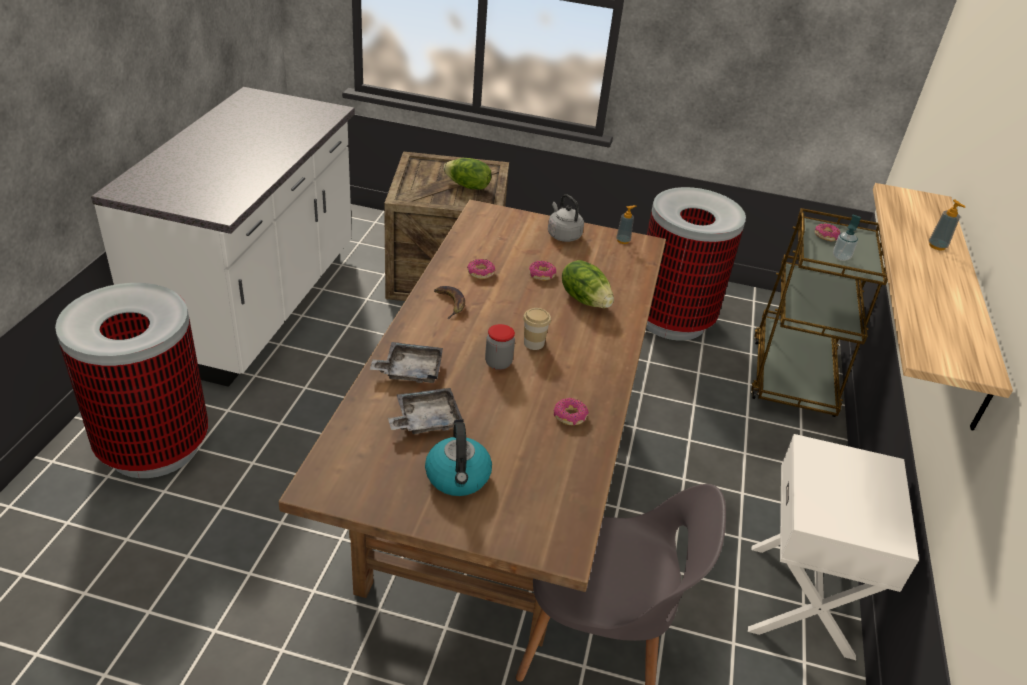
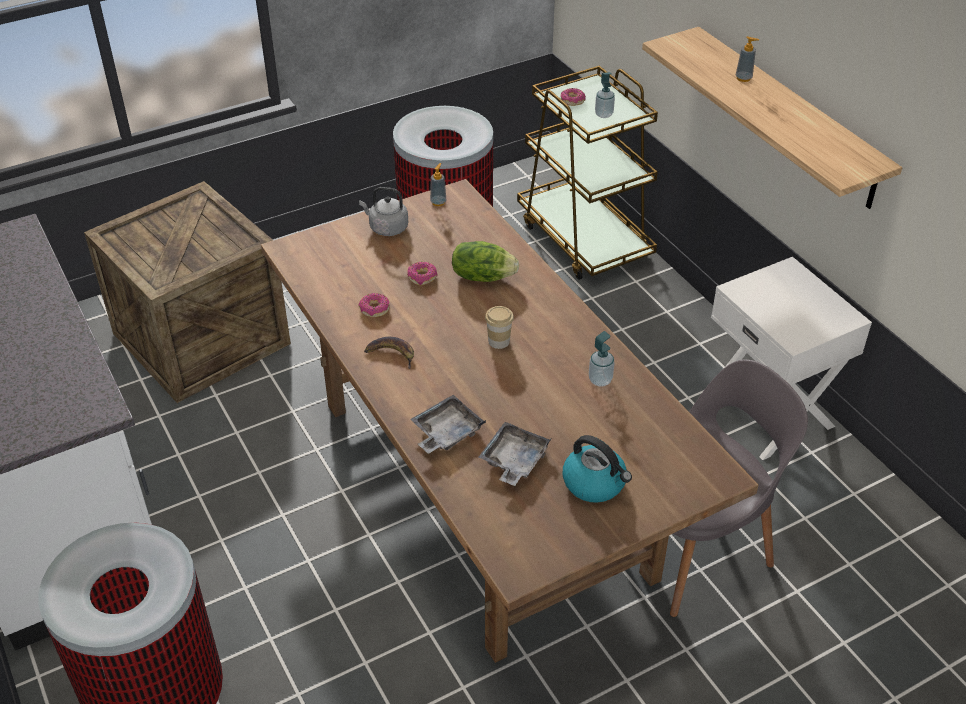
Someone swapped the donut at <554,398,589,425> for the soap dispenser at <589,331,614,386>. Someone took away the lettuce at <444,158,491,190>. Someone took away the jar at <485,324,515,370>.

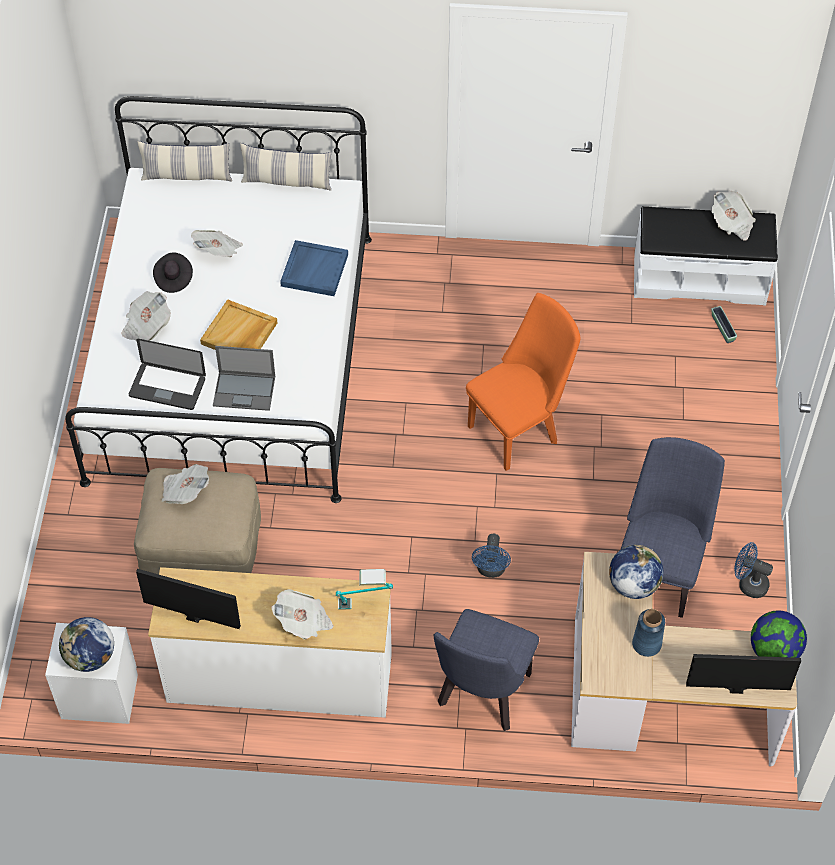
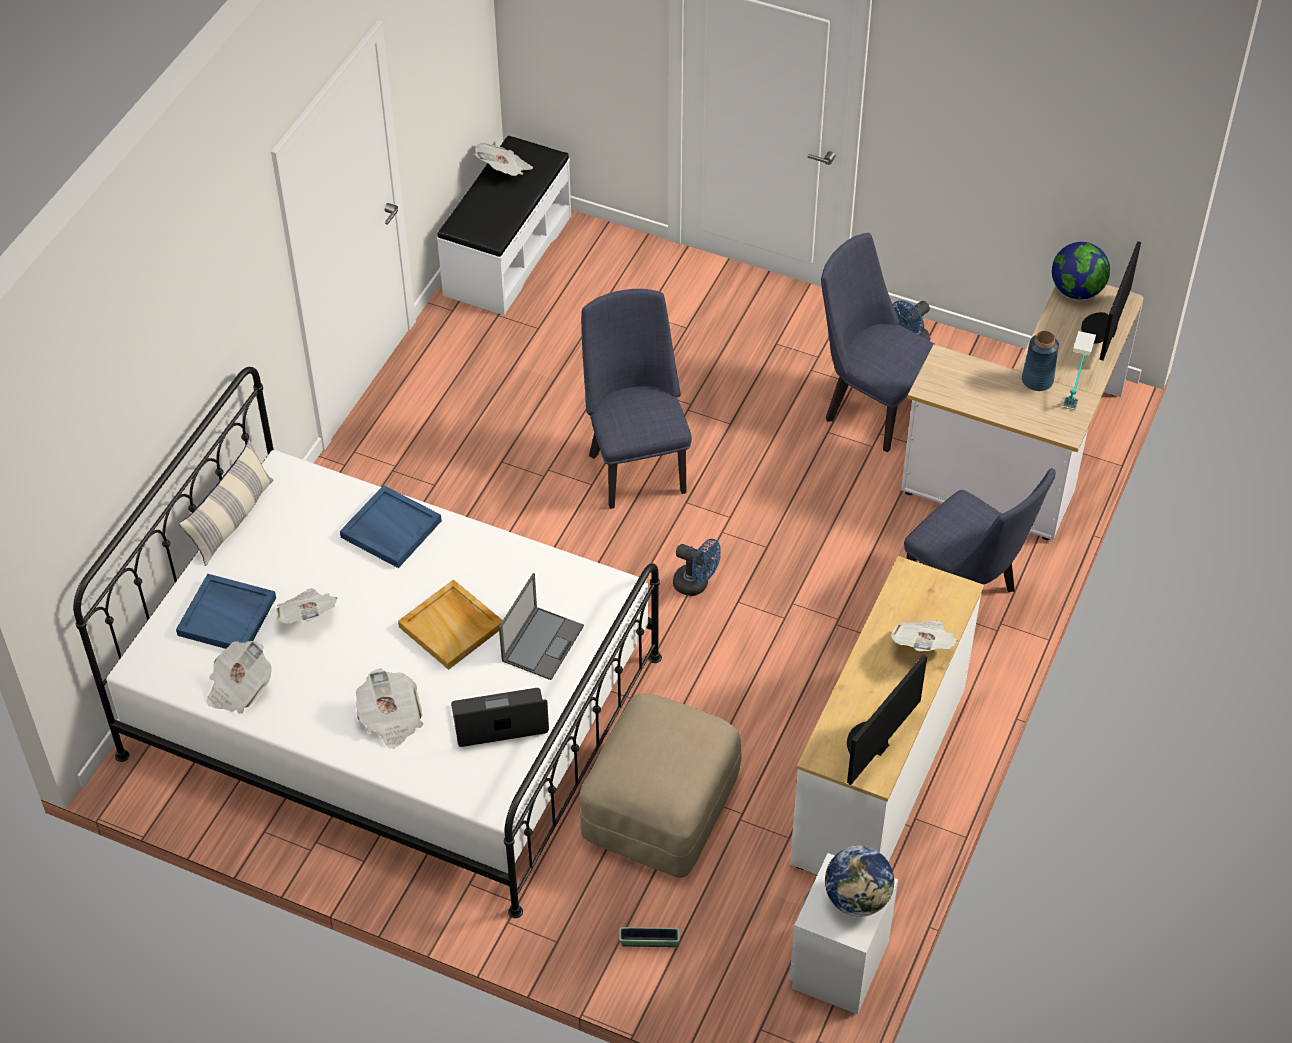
Someone put down the blue tray at <176,574,276,649>. Someone carried the newspaper from <162,464,209,504> to <206,641,271,714>. Someone rotated the laptop at <129,339,206,410> by 135 degrees counterclockwise. Someone repainted the orange chair at <466,293,581,471>, which became the blue chair at <581,289,692,509>. Someone carried the planter from <711,306,737,343> to <619,927,680,947>. Someone carried the blue fan from <472,533,511,578> to <673,539,721,596>. Someone carried the table lamp from <336,569,393,610> to <1063,331,1096,410>. Someone took away the pillow at <138,141,232,181>. Someone took away the black hat at <153,252,193,293>. Someone took away the globe at <609,545,663,599>.

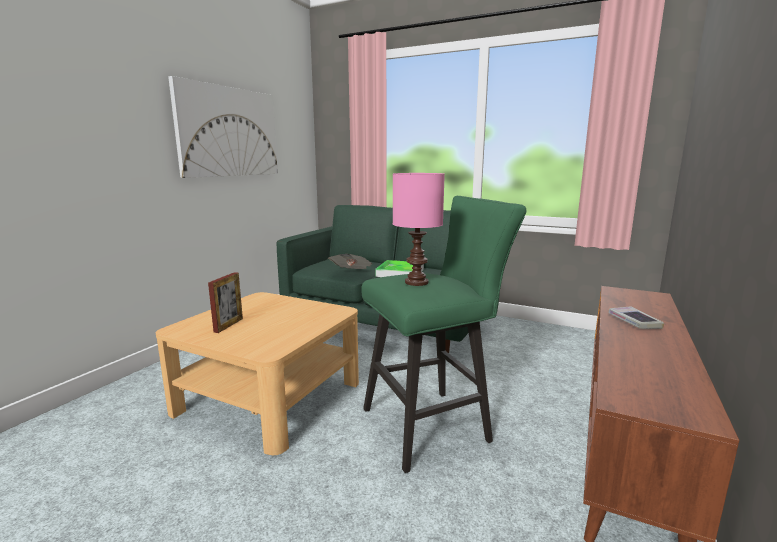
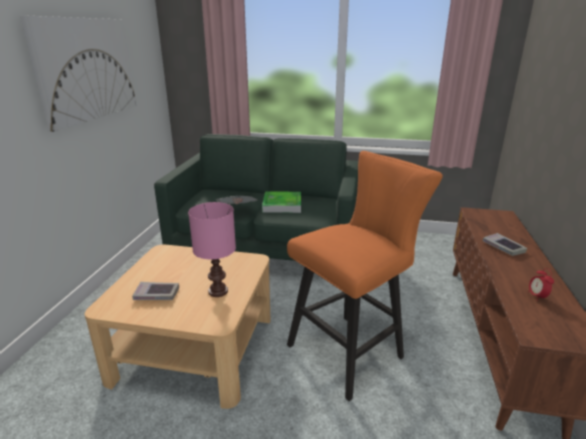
Someone swapped the picture frame at <208,272,243,333> for the book at <132,282,179,300>. Someone carried the pink table lamp from <393,173,445,286> to <188,202,236,297>. Someone repainted the green stool at <361,196,527,473>, which became the orange stool at <287,151,443,401>. Someone put down the alarm clock at <528,268,554,301>.

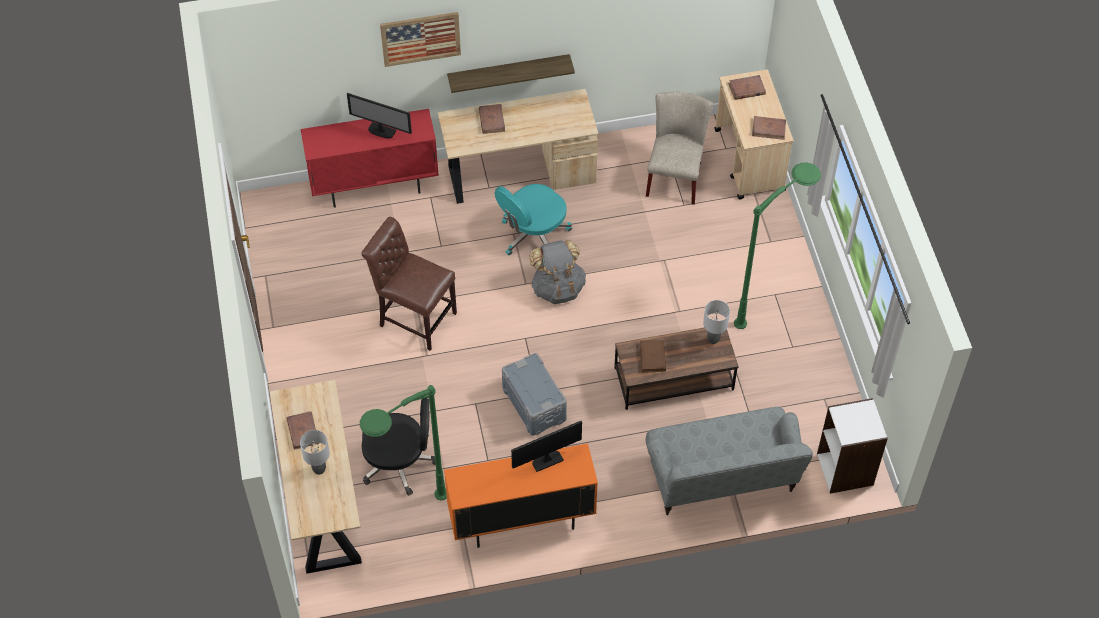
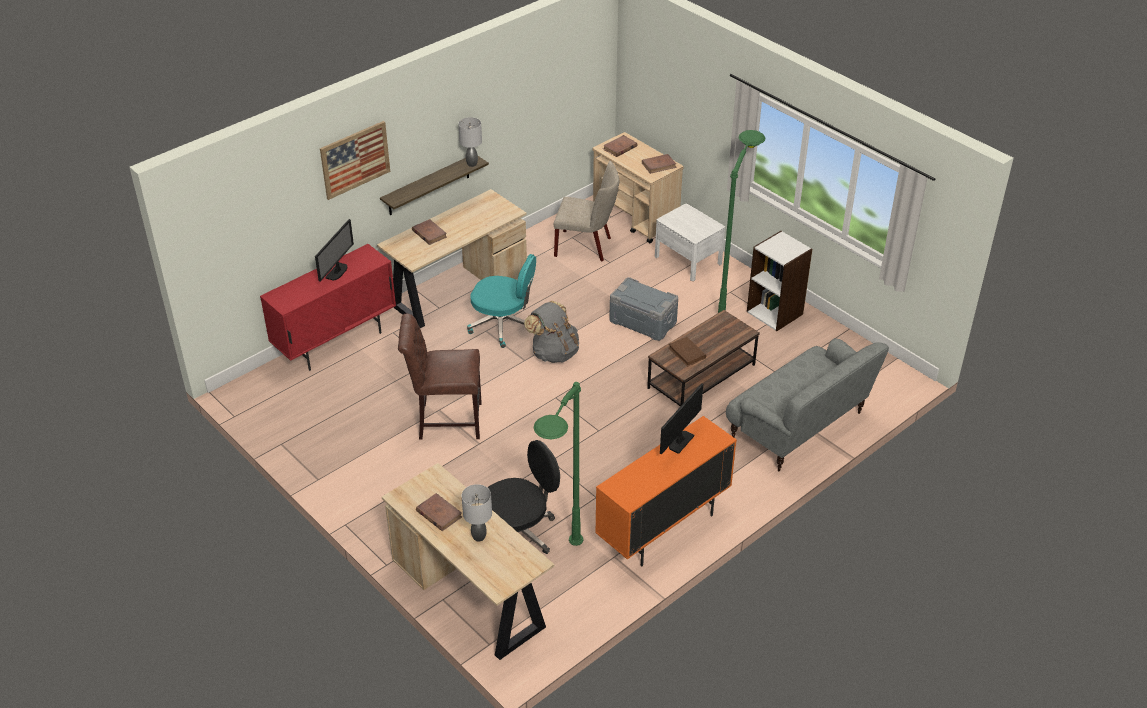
Someone rotated the monitor at <347,93,412,138> by 60 degrees counterclockwise. Someone carried the grey table lamp from <703,300,730,344> to <458,117,482,167>. Someone rotated the turquoise office chair at <495,184,572,255> by 90 degrees counterclockwise. Someone rotated the beige chair at <646,92,713,205> by 120 degrees clockwise. Someone carried the grey storage box from <502,353,567,436> to <609,277,678,341>. Someone put down the white nightstand at <655,203,725,281>. Someone carried the white bookcase from <817,398,888,494> to <747,231,812,331>.

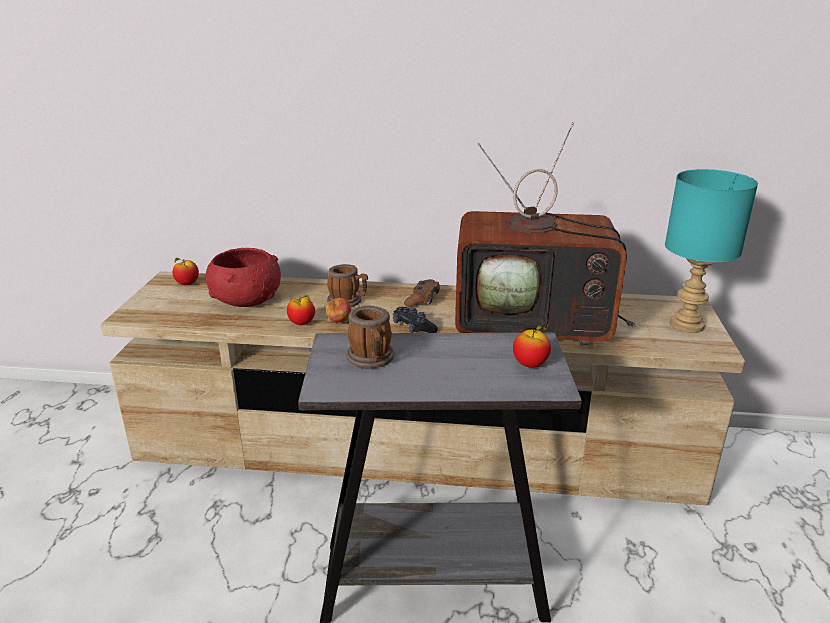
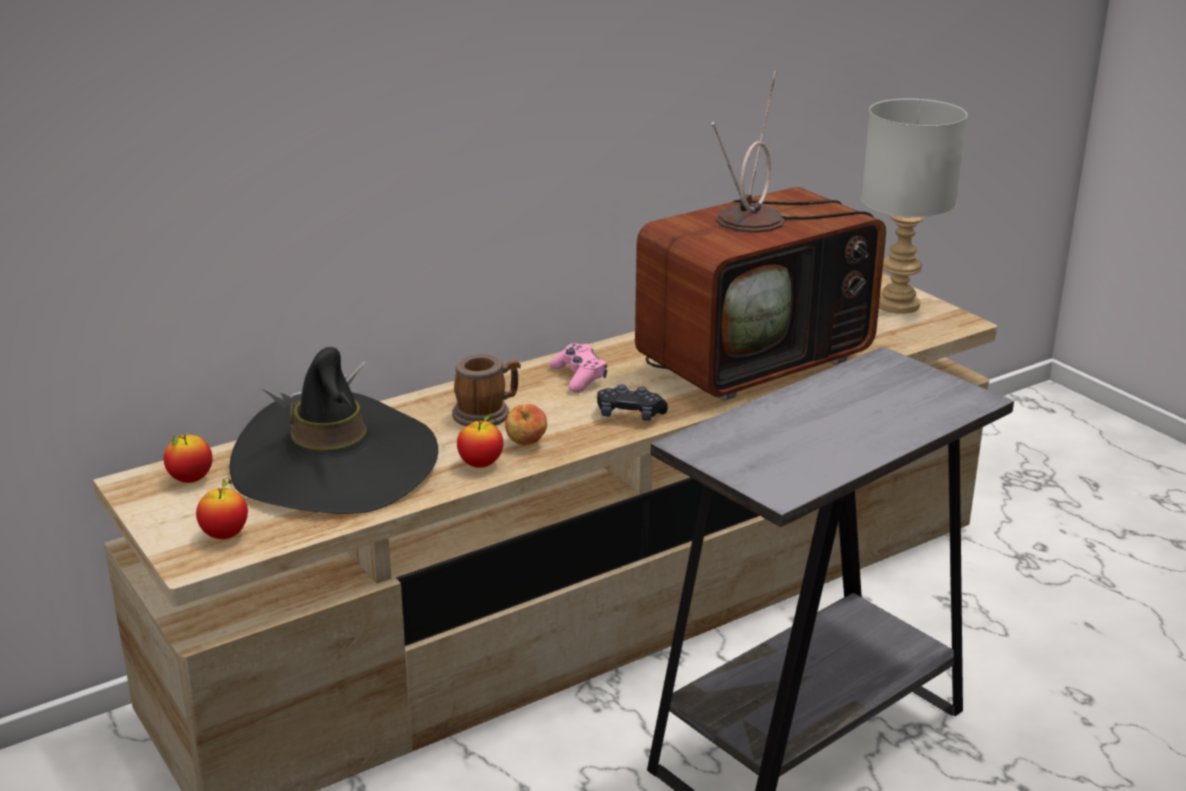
Someone carried the apple from <513,324,551,368> to <196,479,248,539>. Someone swapped the red bowl at <206,248,281,307> for the black hat at <230,347,438,514>. Someone repainted the brown game controller at <404,279,440,307>, which became the pink game controller at <549,343,607,393>. Someone repainted the turquoise table lamp at <665,169,758,333>, which became the grey table lamp at <861,99,967,314>. Someone took away the mug at <346,306,394,369>.

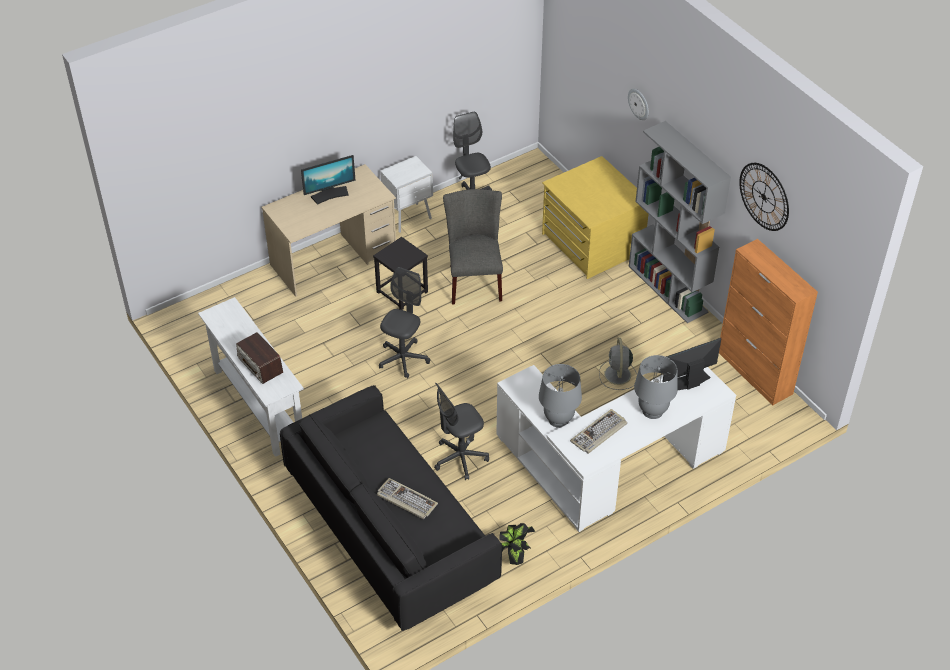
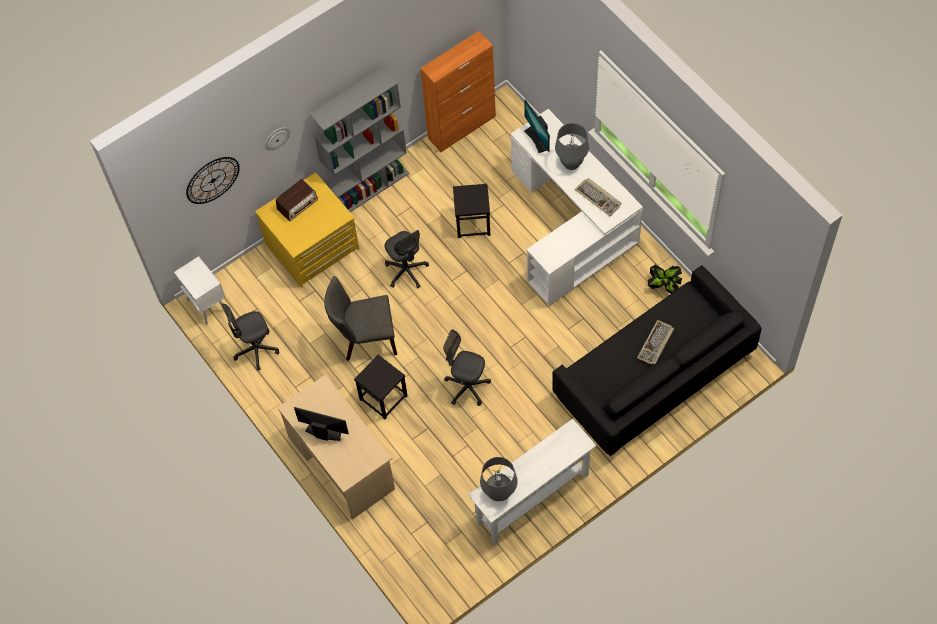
Someone carried the white nightstand from <380,156,433,233> to <174,256,225,325>. Someone carried the wall clock from <739,163,789,231> to <186,157,240,204>. Someone carried the radio from <236,332,283,384> to <276,179,318,221>. Someone rotated the monitor at <301,155,356,205> by 45 degrees counterclockwise. Someone carried the grey office chair from <434,383,489,480> to <385,230,429,288>. Someone swapped the grey fan at <599,338,637,390> for the black stool at <453,184,490,238>. Someone carried the grey table lamp from <539,364,582,428> to <480,457,518,501>.

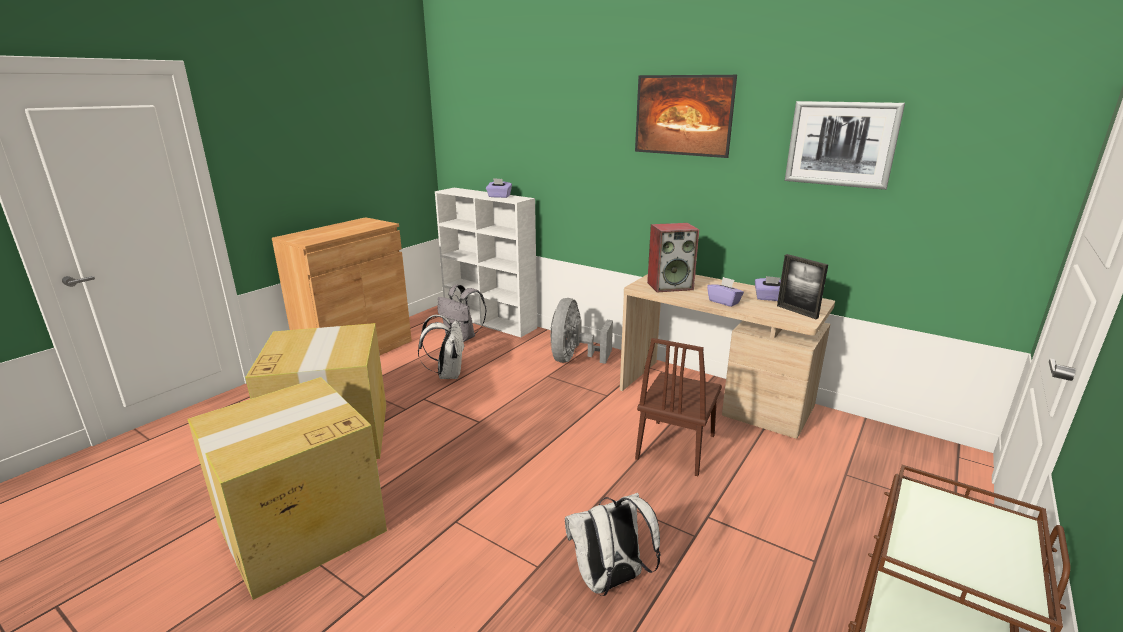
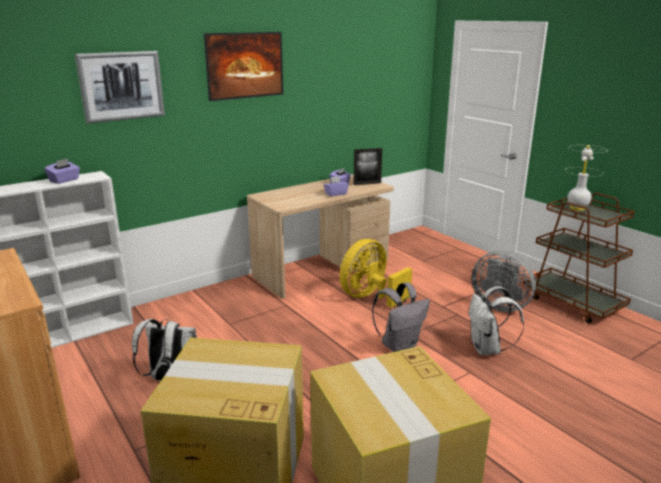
Someone carried the picture from <785,101,905,190> to <75,51,165,124>. Someone swapped the brown chair at <635,338,722,476> for the yellow fan at <340,239,412,308>. Someone carried the grey backpack from <438,284,487,342> to <372,282,430,352>. Someone carried the grey fan from <551,298,613,364> to <471,251,536,312>. Someone put down the white table lamp at <566,145,606,211>. Someone took away the speaker at <647,223,699,292>.

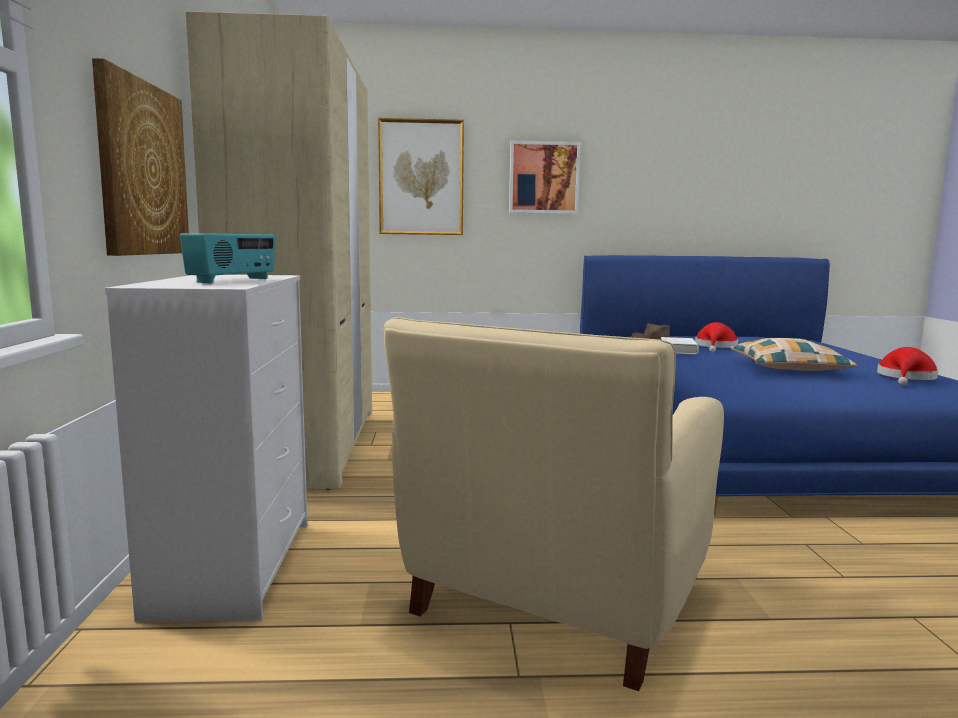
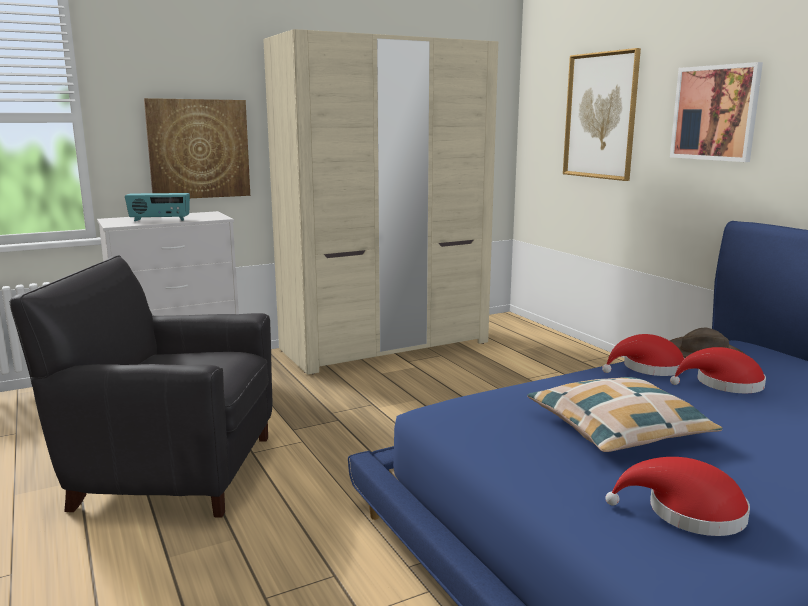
Someone repainted the beige armchair at <384,317,724,691>, which became the black armchair at <9,255,272,517>. Someone swapped the white book at <661,337,699,354> for the red hat at <602,334,685,376>.

